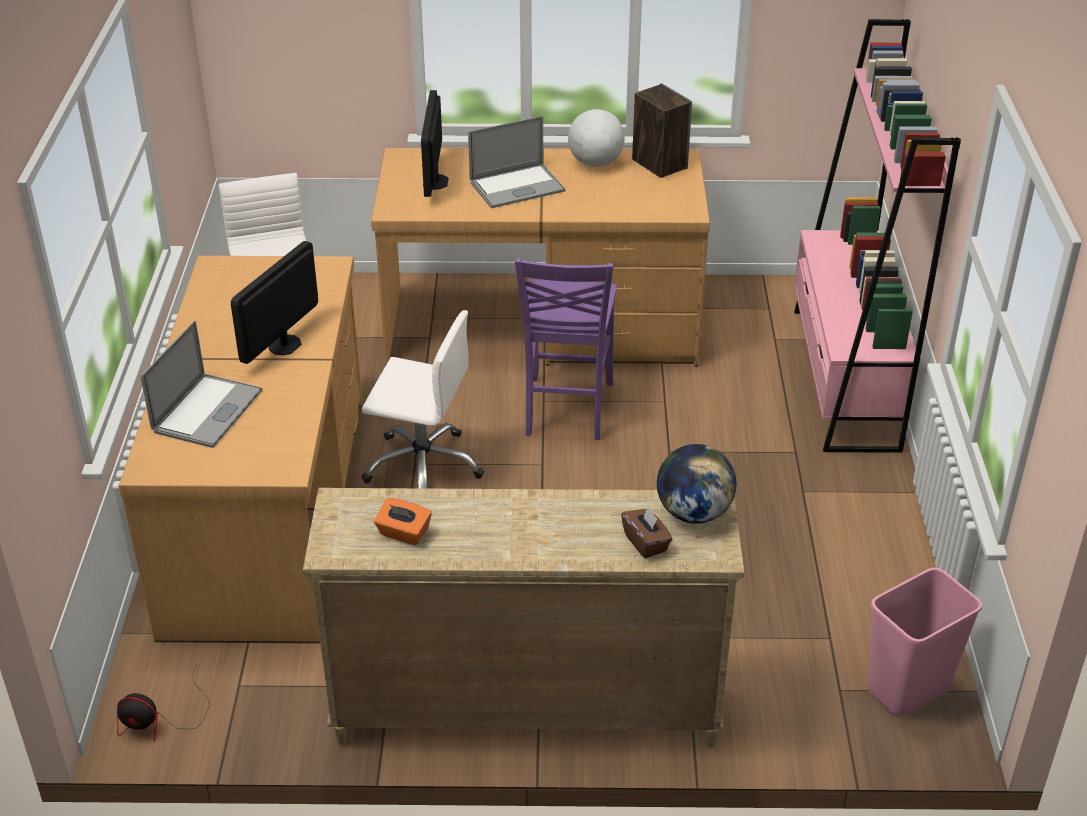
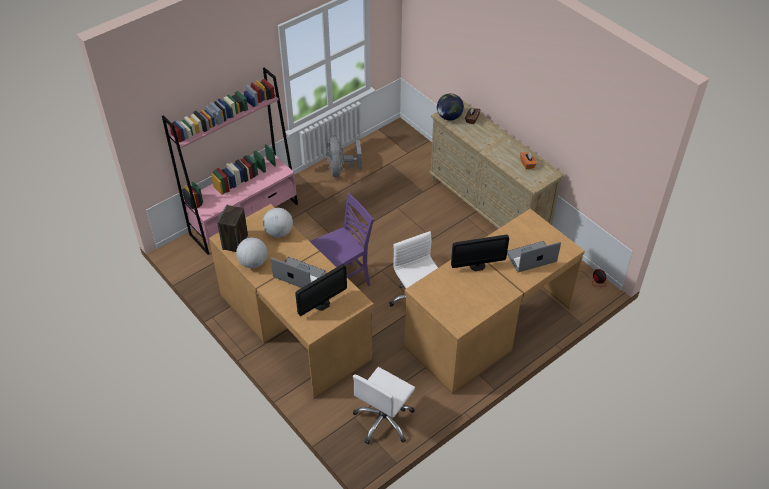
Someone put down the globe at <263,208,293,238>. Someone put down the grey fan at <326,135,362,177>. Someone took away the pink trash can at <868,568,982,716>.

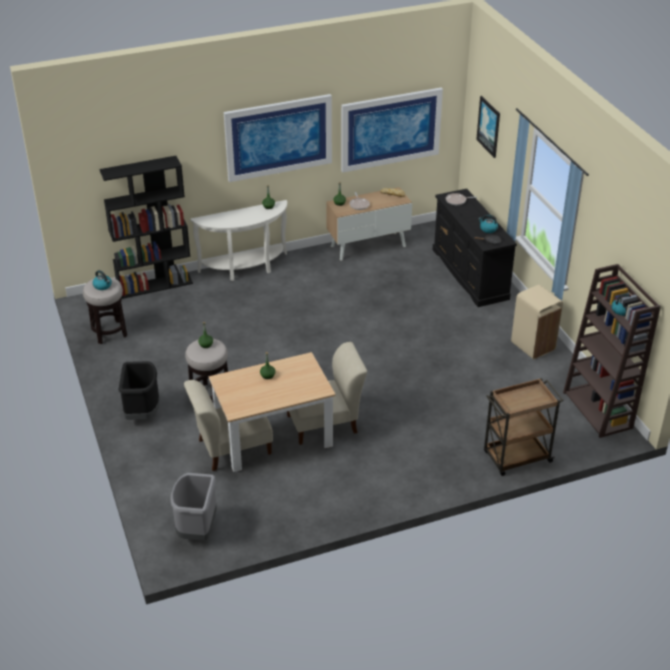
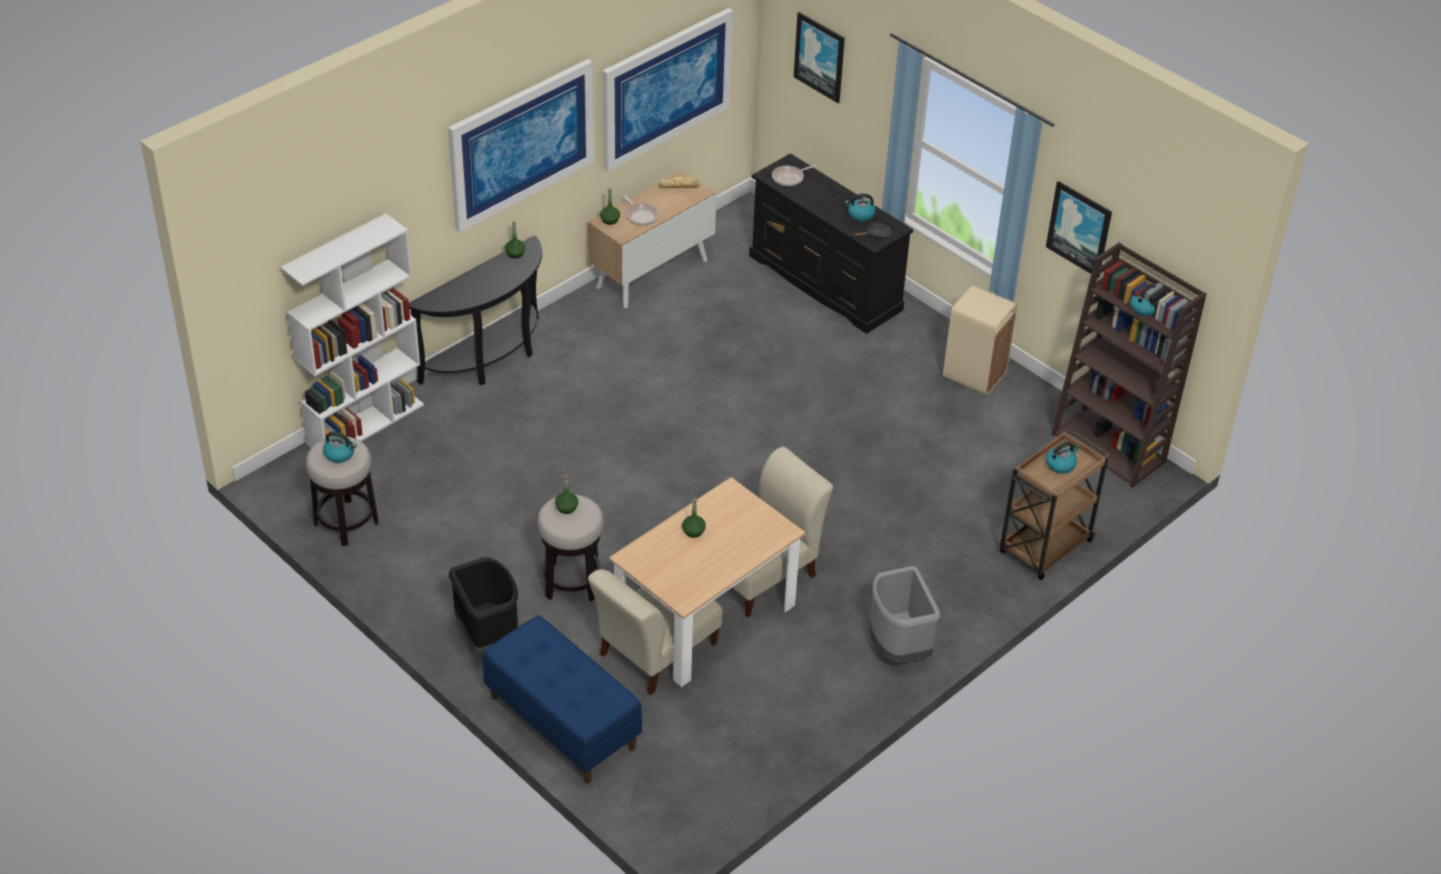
Someone repainted the black bookcase at <99,156,193,299>, which became the white bookcase at <280,213,424,448>. Someone repainted the white console table at <190,200,287,281>, which became the black console table at <409,235,542,385>. Someone put down the blue bench at <482,615,642,783>. Someone carried the grey trash can from <171,473,217,541> to <869,566,940,663>. Someone put up the picture at <1046,181,1112,278>. Someone put down the kettle at <1046,442,1080,474>.

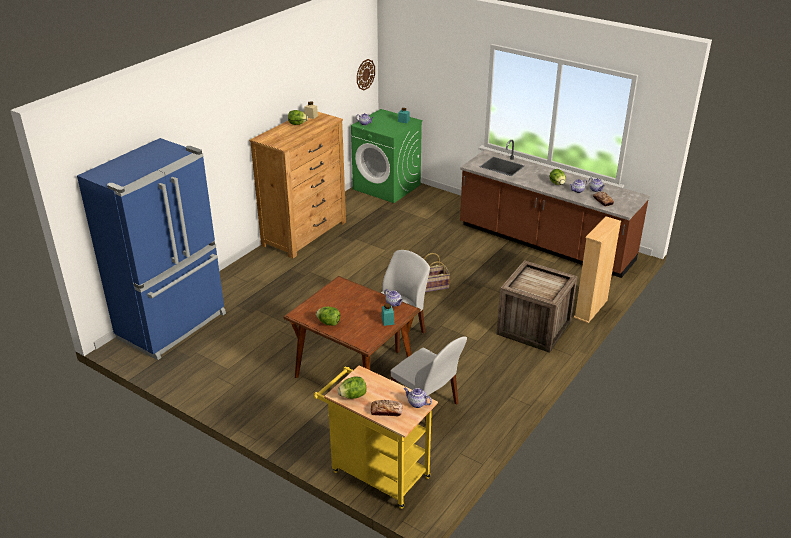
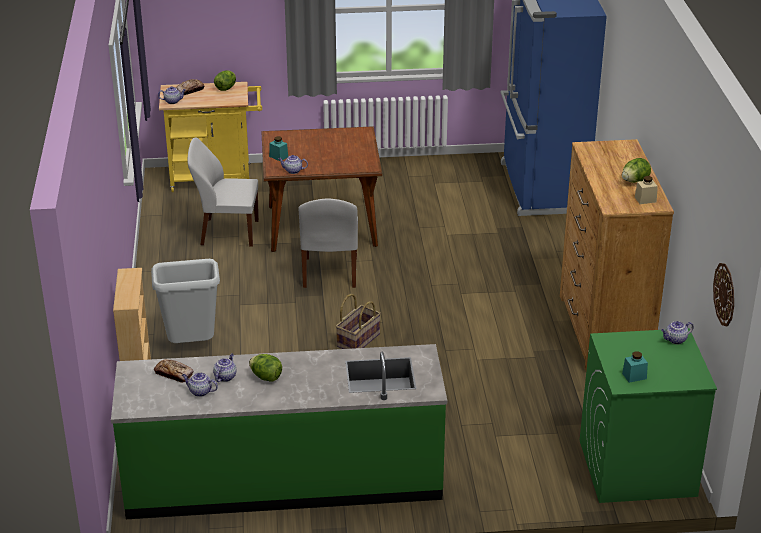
Someone repainted the brown counter at <460,140,650,278>, which became the green counter at <111,344,447,519>. Someone swapped the crate at <497,260,578,353> for the grey trash can at <151,259,220,343>. Someone took away the lettuce at <316,306,340,326>.

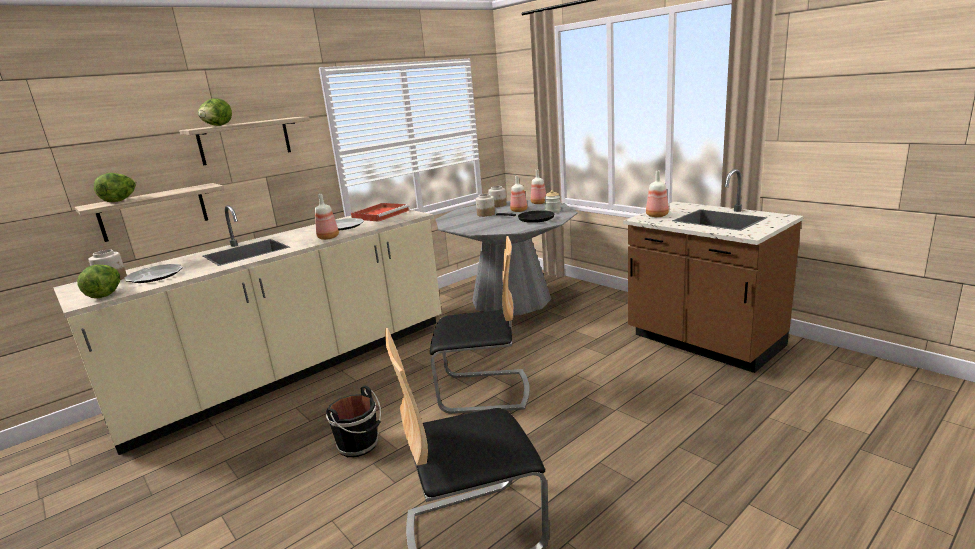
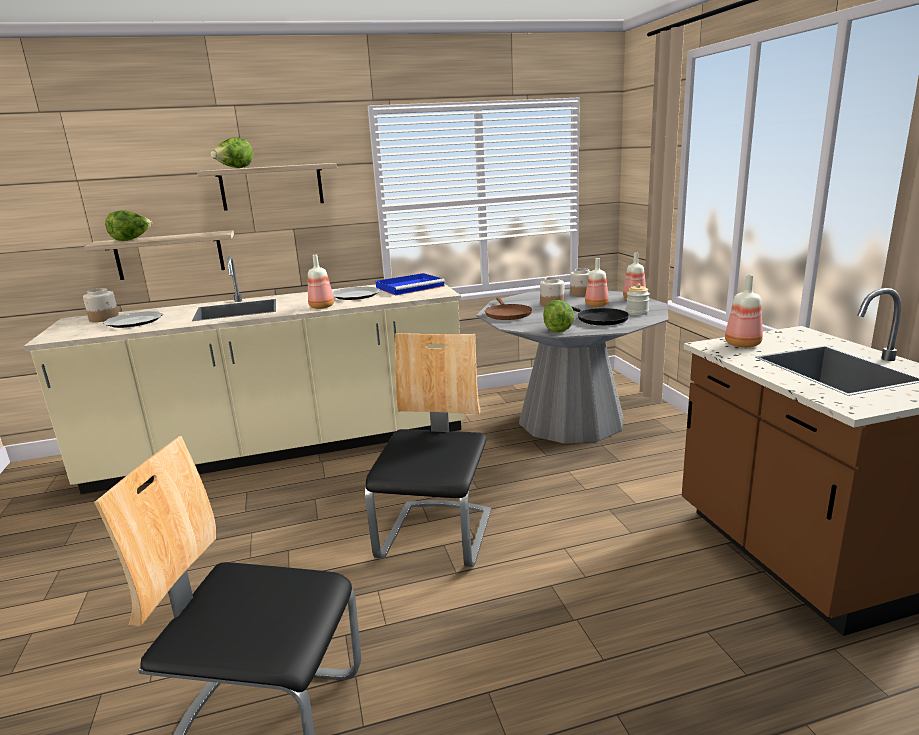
Someone rotated the chair at <430,236,530,414> by 105 degrees counterclockwise. Someone repainted the red tray at <351,203,410,222>, which became the blue tray at <376,273,445,295>. Someone put down the brown frying pan at <485,297,532,320>. Someone carried the lettuce from <77,265,120,298> to <543,300,574,332>. Someone took away the black bucket at <326,386,381,457>.

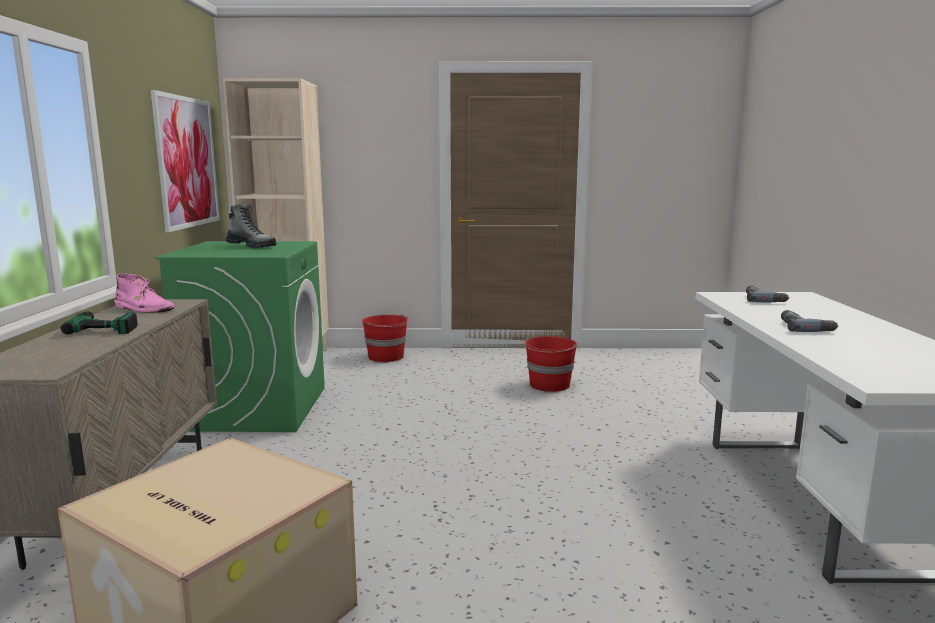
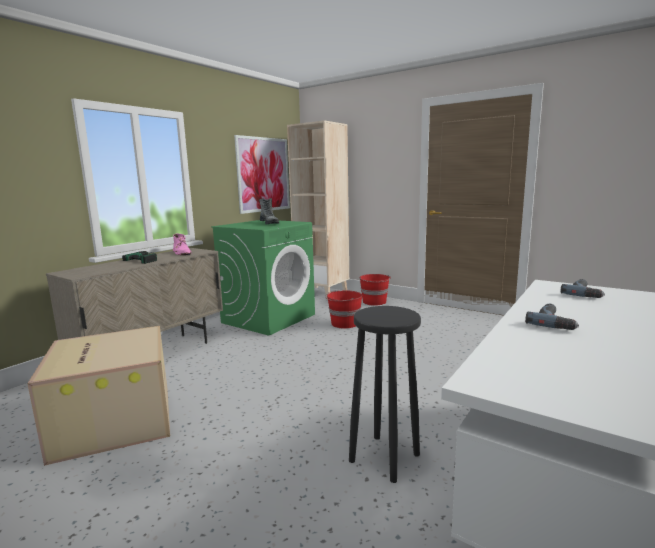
Someone carried the red bucket from <523,336,577,392> to <325,290,362,329>. Someone put down the black stool at <349,306,421,483>.

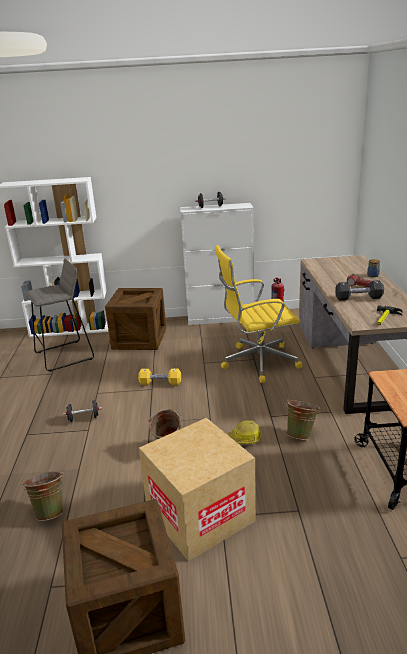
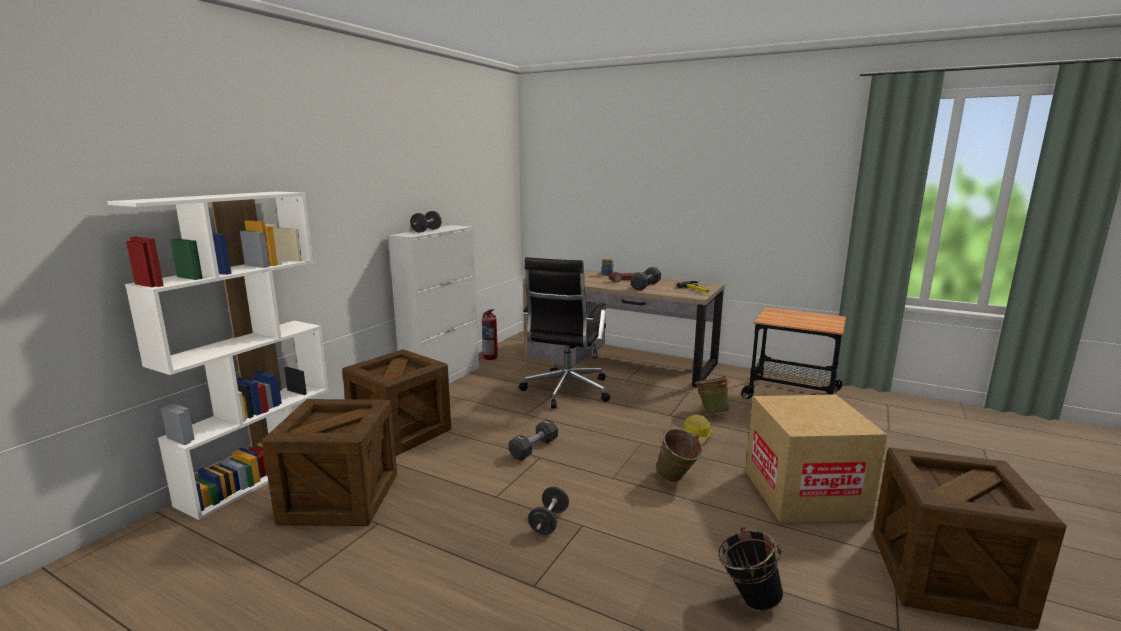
Someone swapped the grey stool at <26,259,94,372> for the crate at <262,399,397,526>. Someone repainted the yellow dumbbell at <138,368,181,385>, which became the black dumbbell at <509,419,558,461>. Someone repainted the yellow office chair at <215,245,303,383>, which became the black office chair at <519,257,610,409>. Someone repainted the green bucket at <22,471,64,521>, which became the black bucket at <718,527,784,611>.

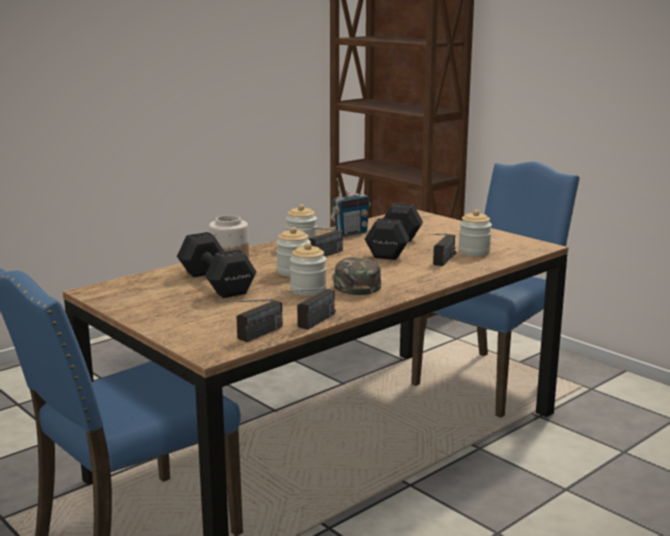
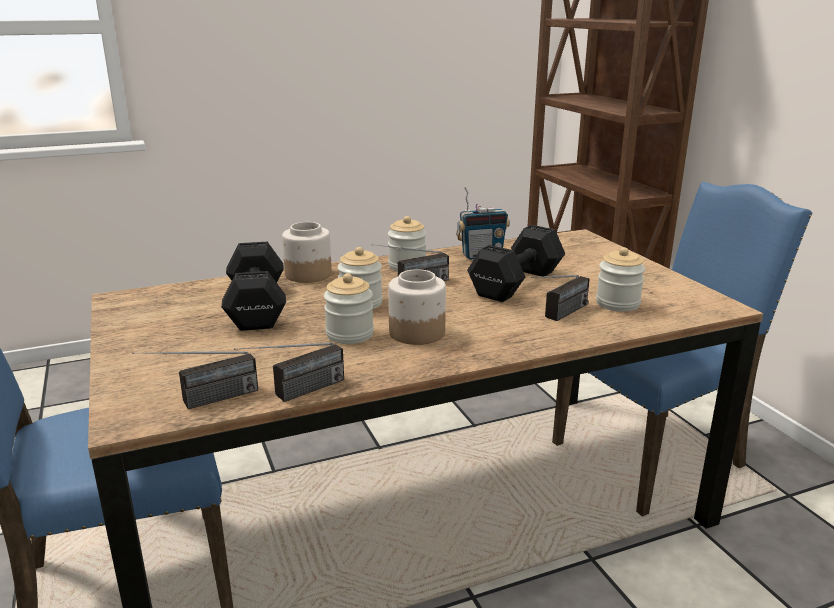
Someone swapped the green cap at <332,257,381,295> for the jar at <388,269,446,345>.

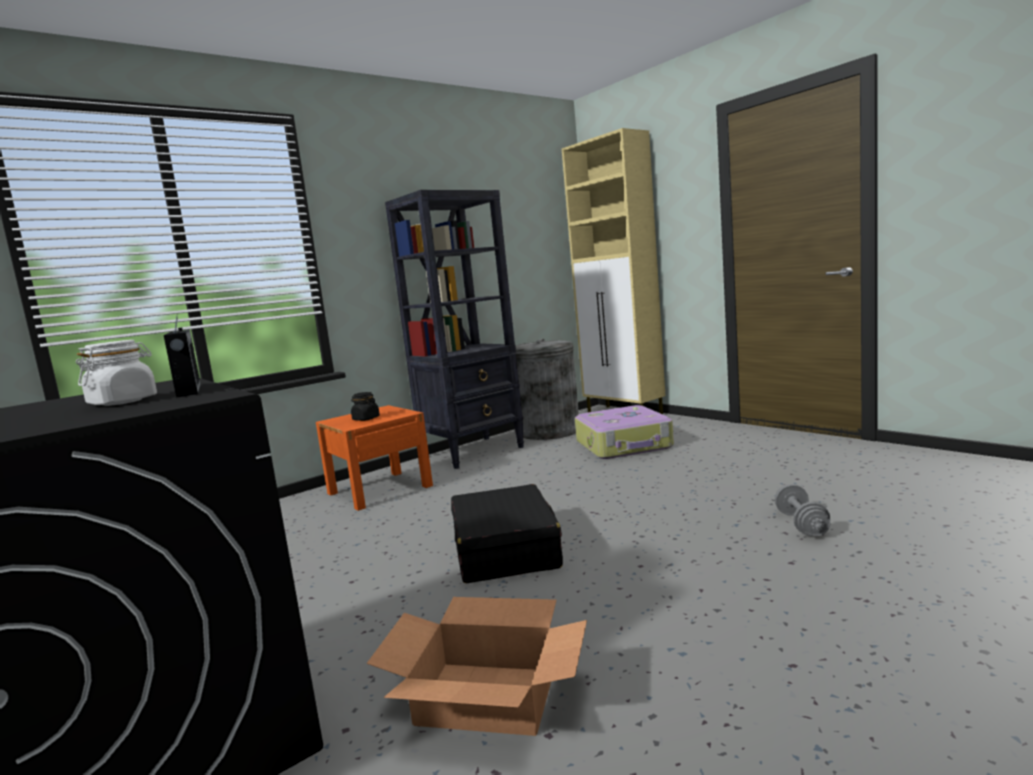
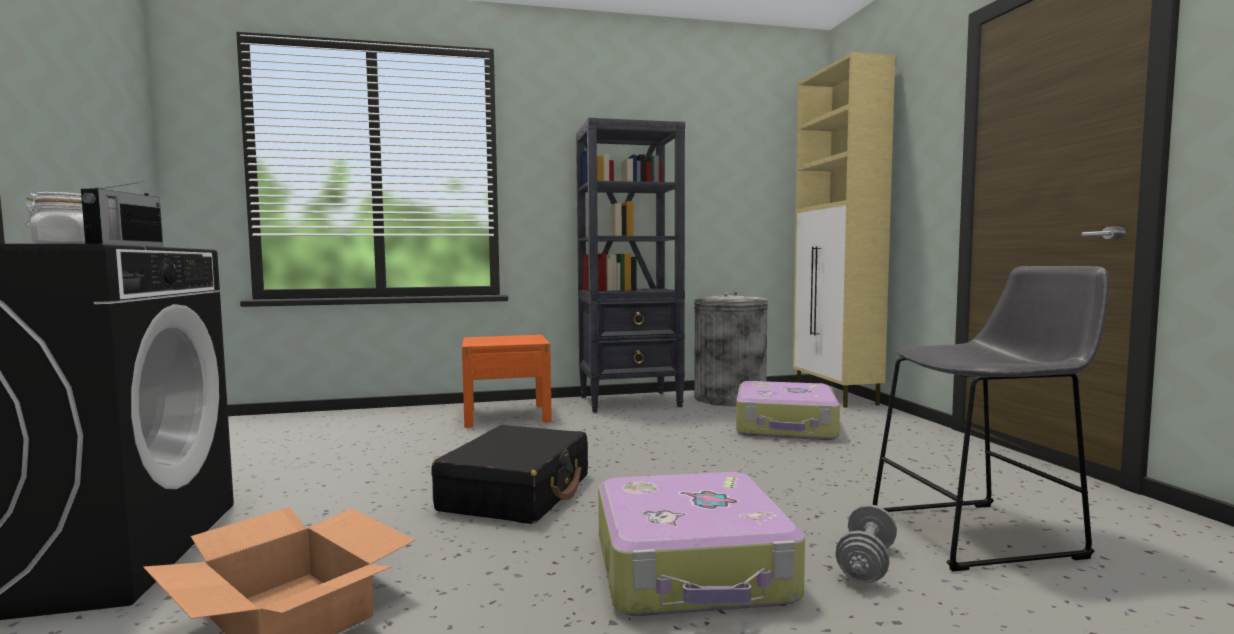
Someone put down the suitcase at <598,472,805,616>. Someone put down the grey stool at <873,266,1109,571>. Someone took away the black jar at <351,392,380,421>.

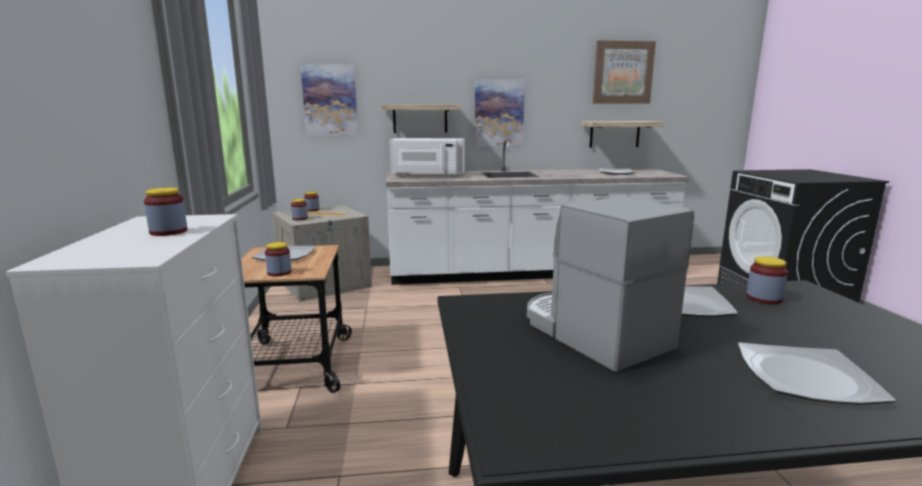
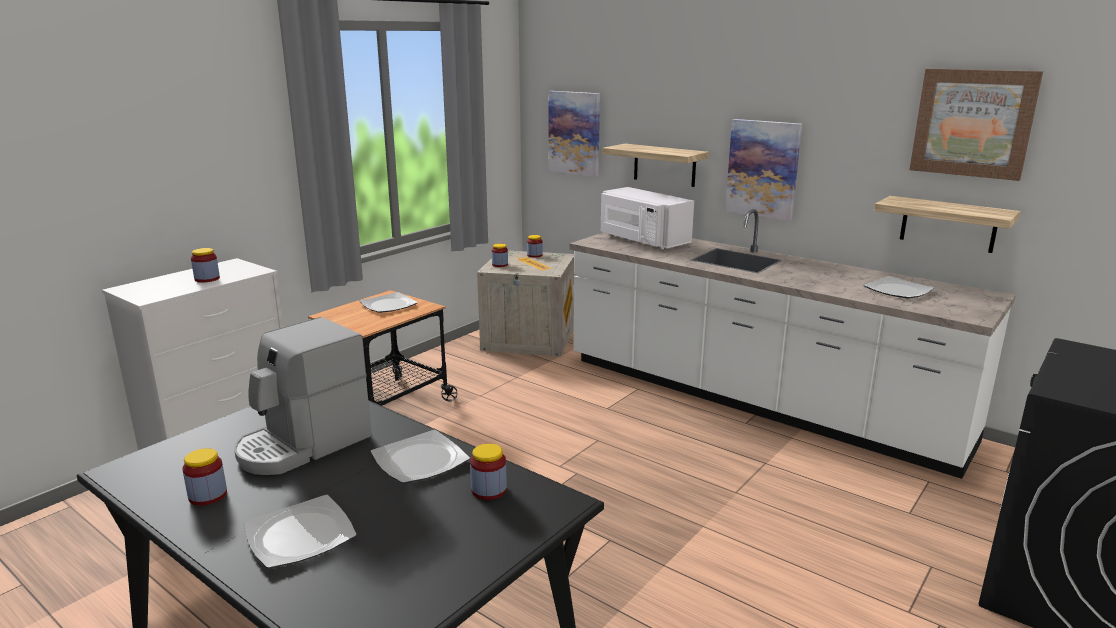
Someone carried the jar from <265,242,292,276> to <182,448,227,505>. Someone rotated the coffee machine at <527,197,694,372> by 150 degrees counterclockwise.

